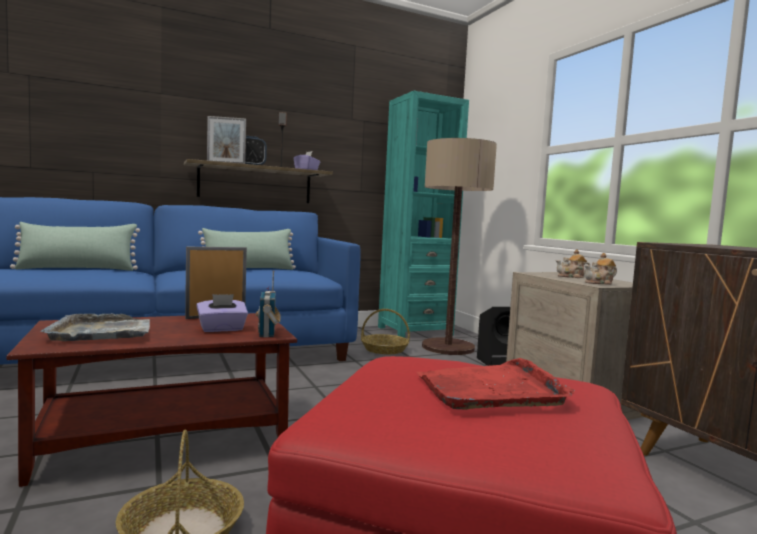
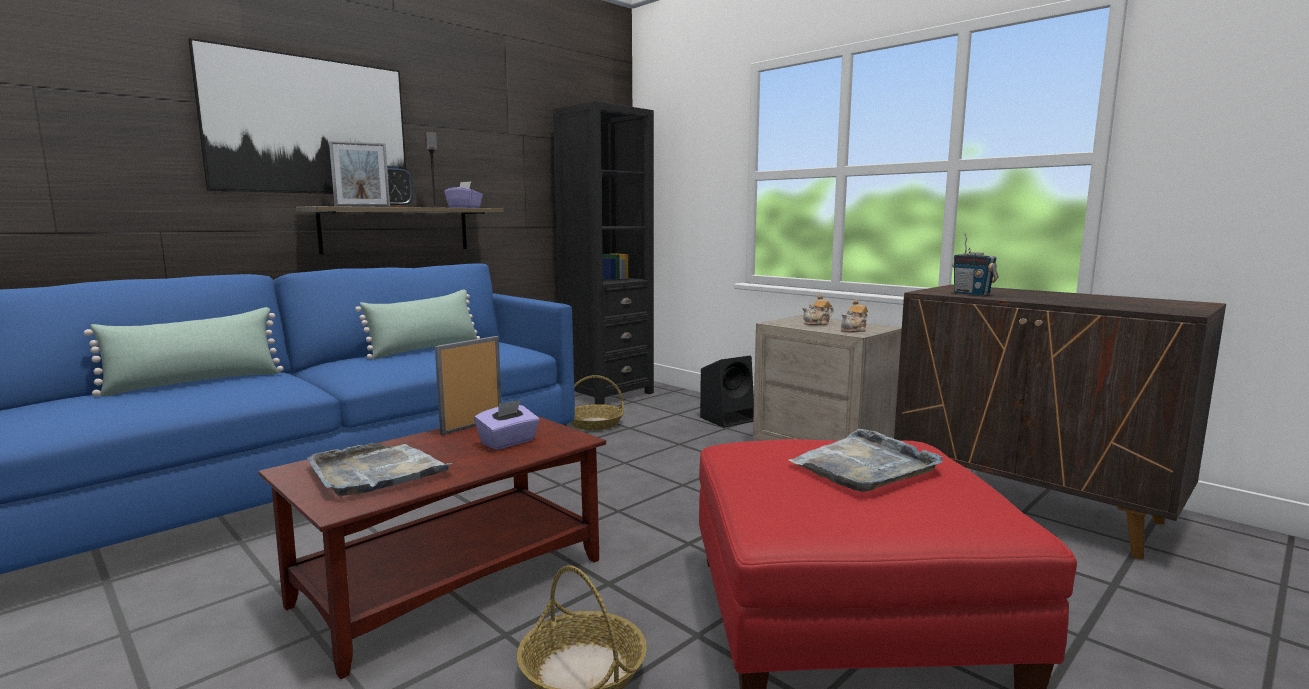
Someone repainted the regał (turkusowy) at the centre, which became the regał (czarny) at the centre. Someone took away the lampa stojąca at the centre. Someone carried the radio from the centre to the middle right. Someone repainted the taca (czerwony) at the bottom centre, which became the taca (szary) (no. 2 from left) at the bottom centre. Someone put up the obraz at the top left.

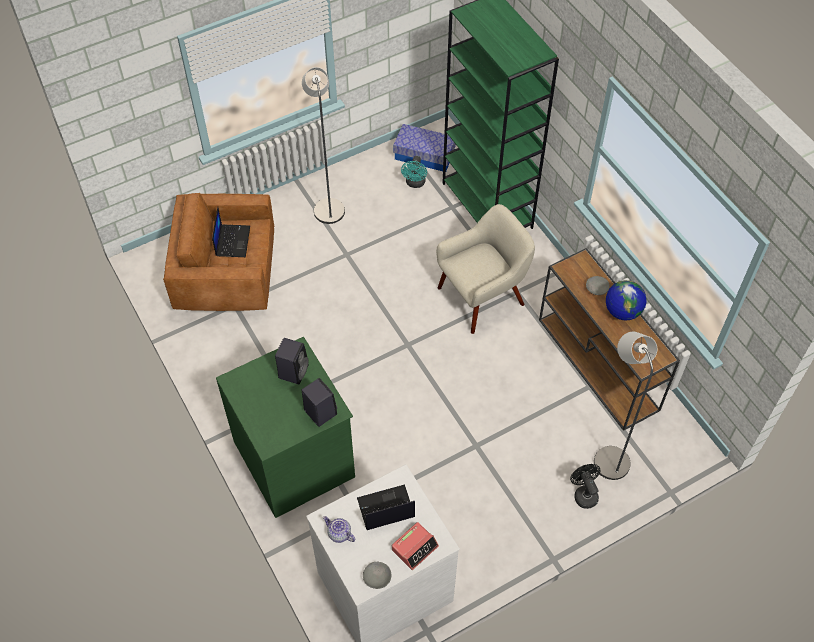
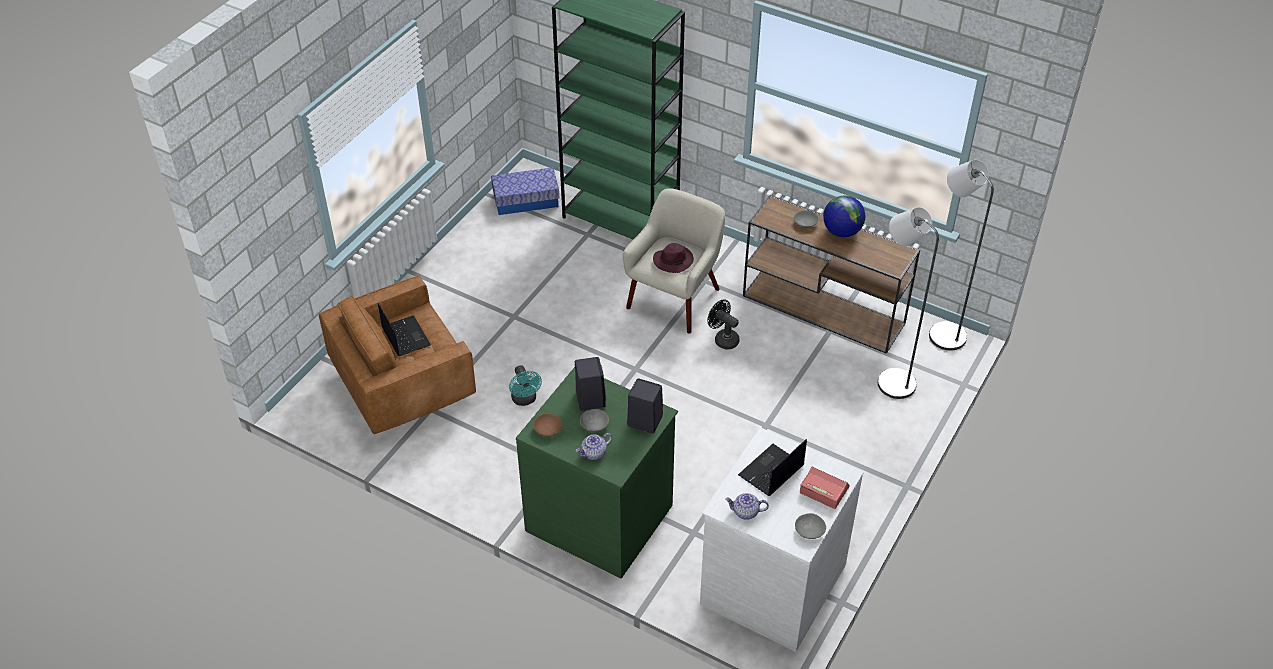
Someone carried the lampa stojąca (szary) (no. 1 from left in the first image) from the top centre to the middle right. Someone carried the wentylator (turkusowy) from the top centre to the centre. Someone carried the wentylator (czarny) from the bottom right to the centre. Someone rotated the budzik at the bottom centre by 75 degrees counterclockwise. Someone put down the kapelusz (fioletowy) at the centre. Someone put down the miska (szary) (no. 1 from left) at the centre. Someone put down the miska (brązowy) at the centre. Someone put down the imbryk (no. 1 from left) at the bottom centre.

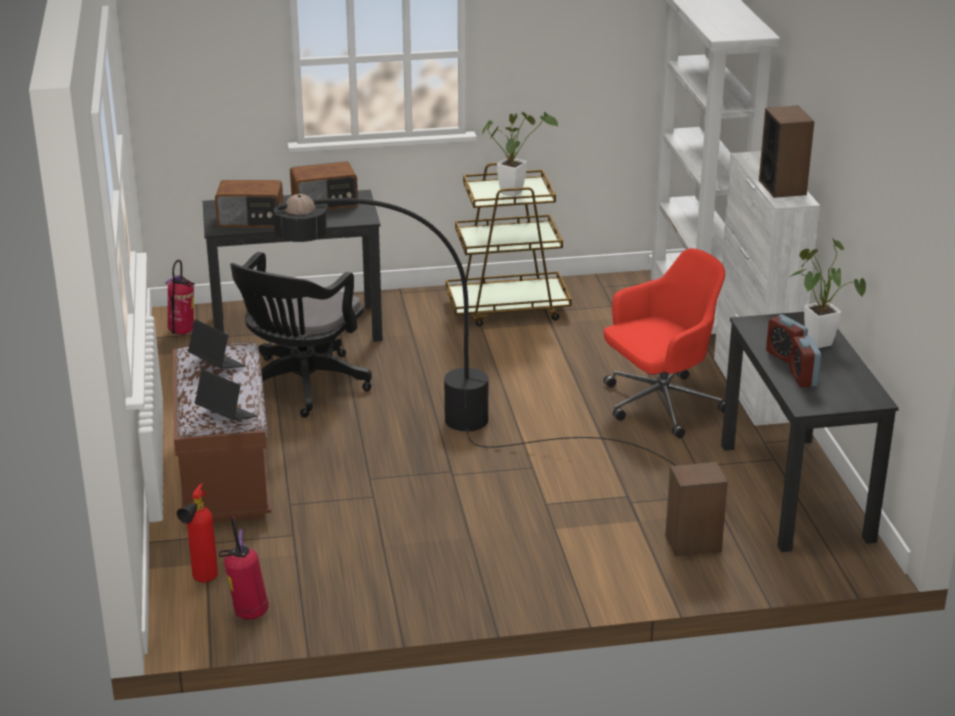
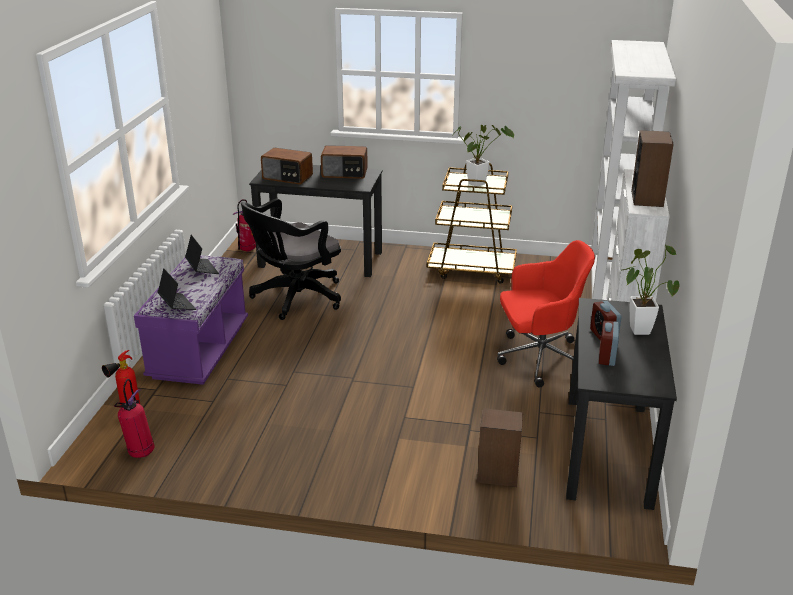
Someone took away the lampa stojąca (czarny) at the centre. Someone repainted the ławka (brązowy) at the middle left, which became the ławka (fioletowy) at the middle left.

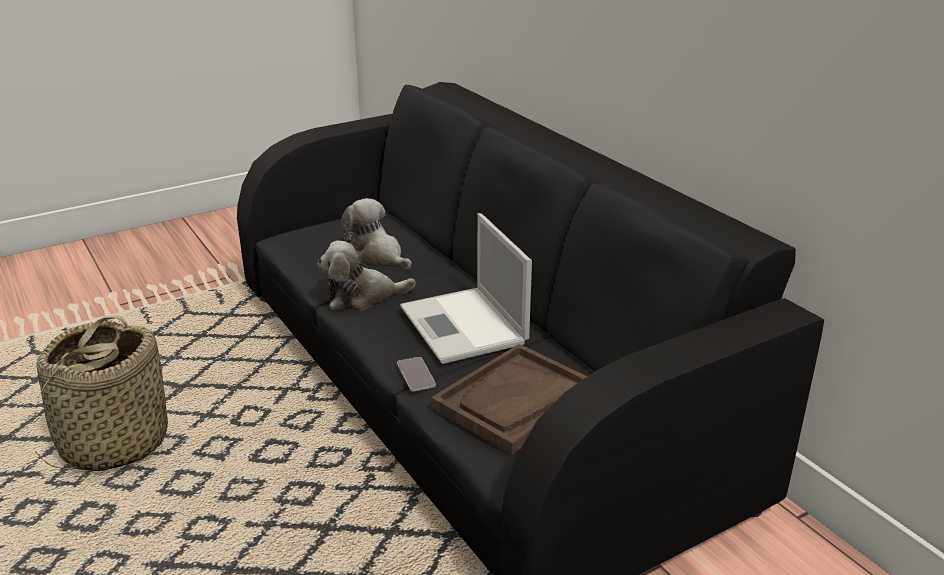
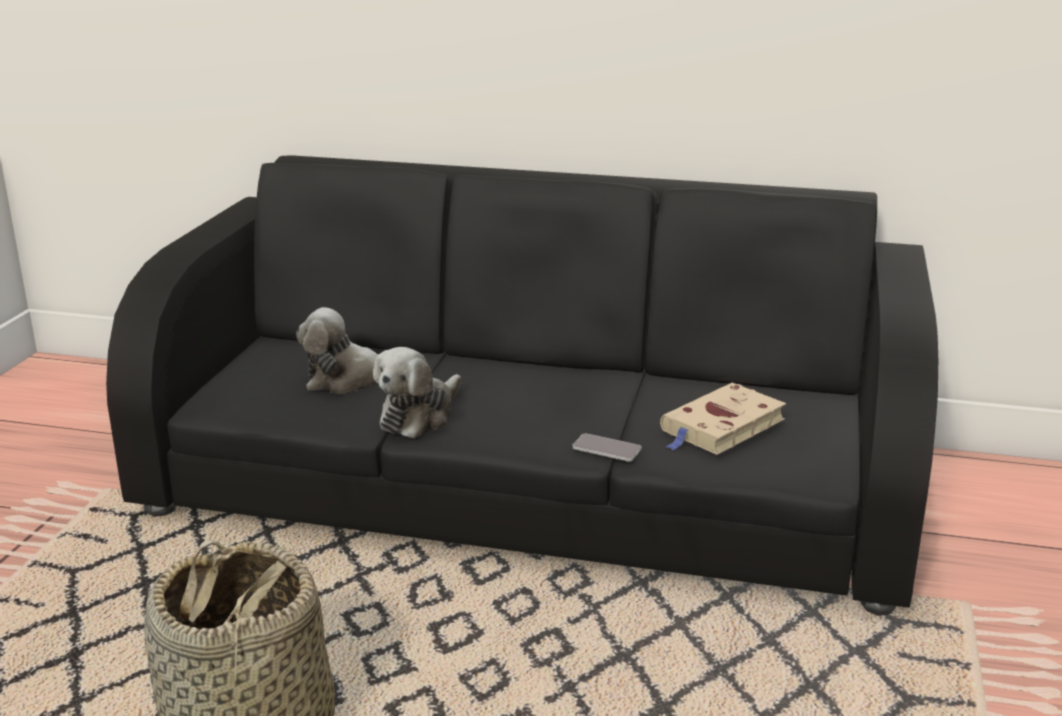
Someone took away the laptop at the centre. Someone swapped the taca (brązowy) at the bottom centre for the książka (beżowy) at the middle right.

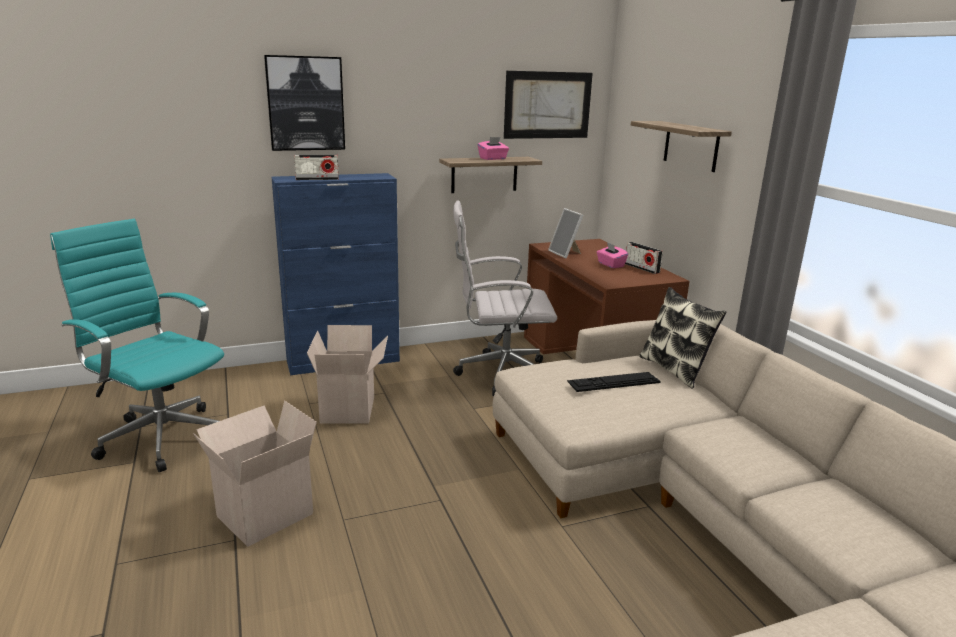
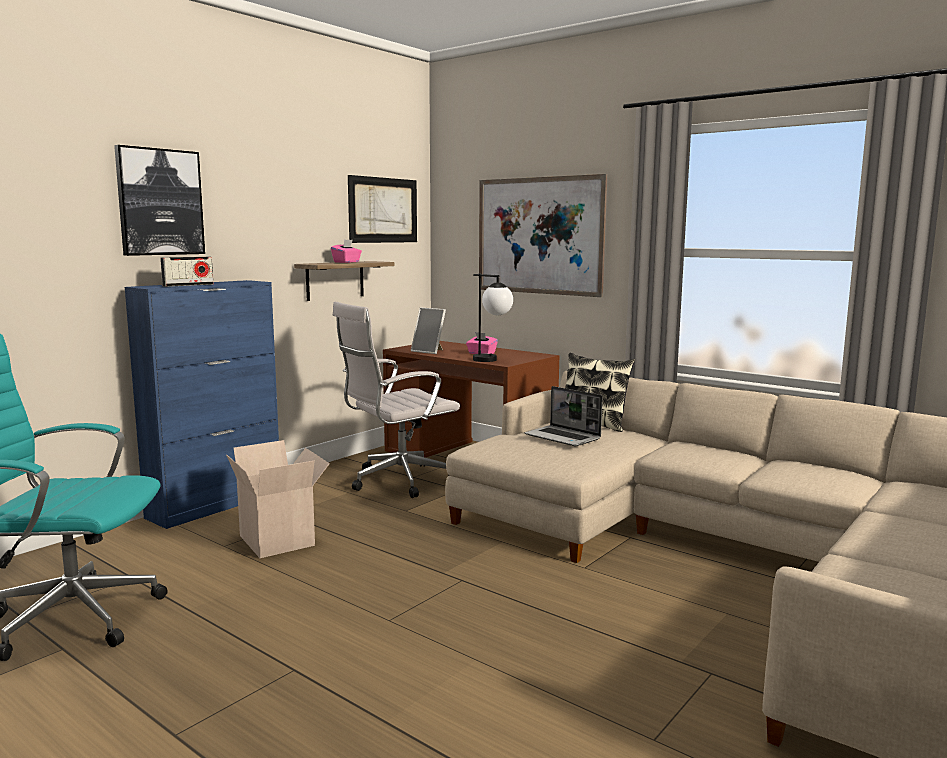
Someone swapped the półka (no. 2 from left) at the top right for the obraz (no. 3 from left) at the top centre. Someone took away the radio (no. 2 from left) at the middle right. Someone swapped the klawiatura at the centre for the laptop at the centre. Someone took away the karton (no. 1 from left) at the bottom left. Someone put down the lampa stołowa at the centre.

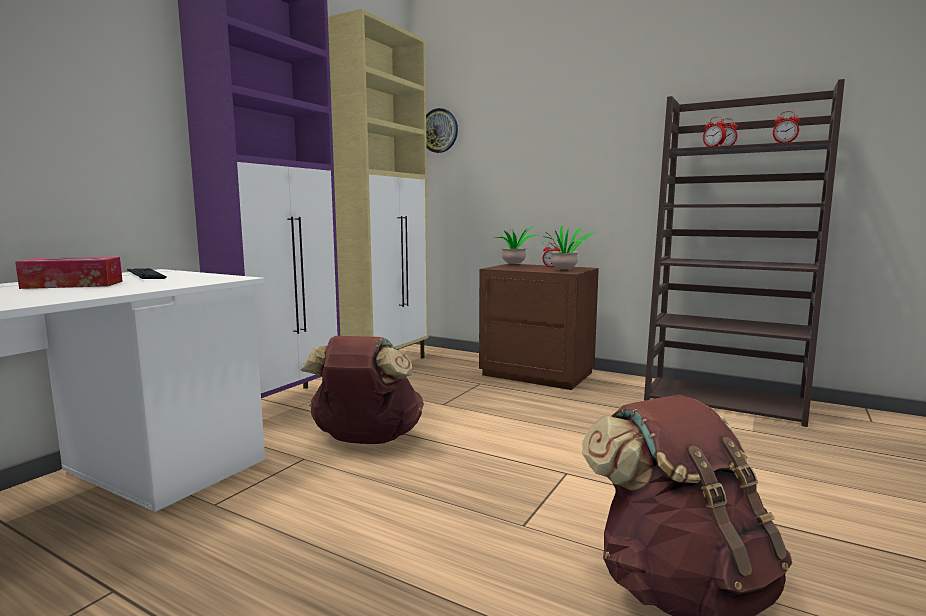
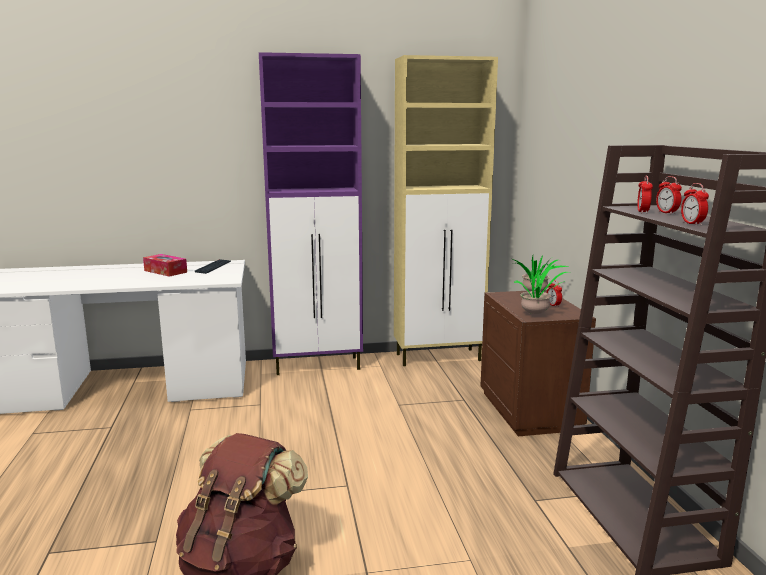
Someone took away the zegar ścienny at the top centre. Someone took away the plecak (brązowy) (no. 1 from left) at the centre.

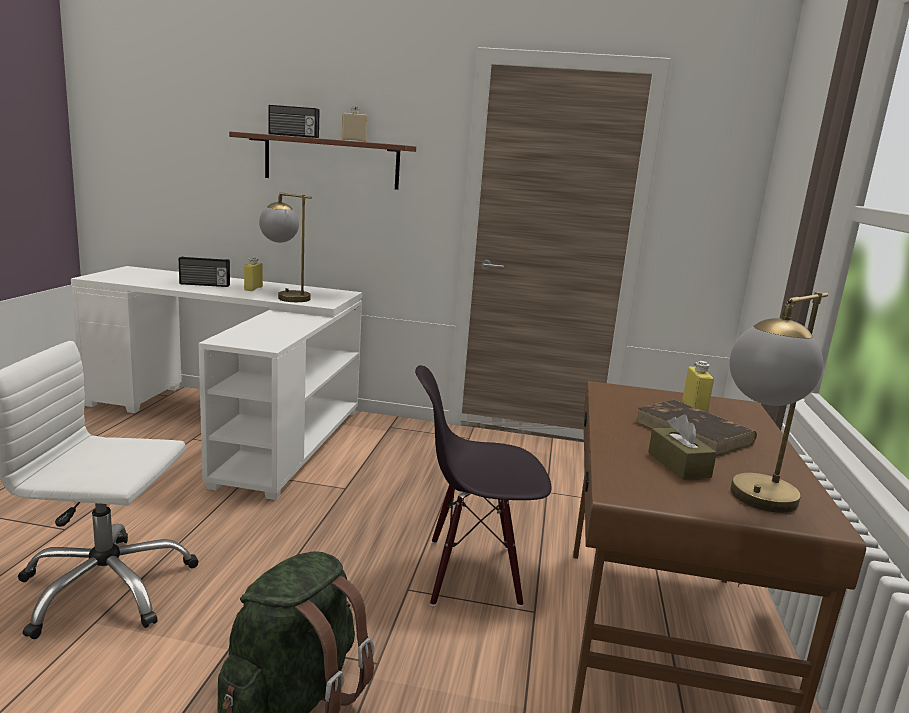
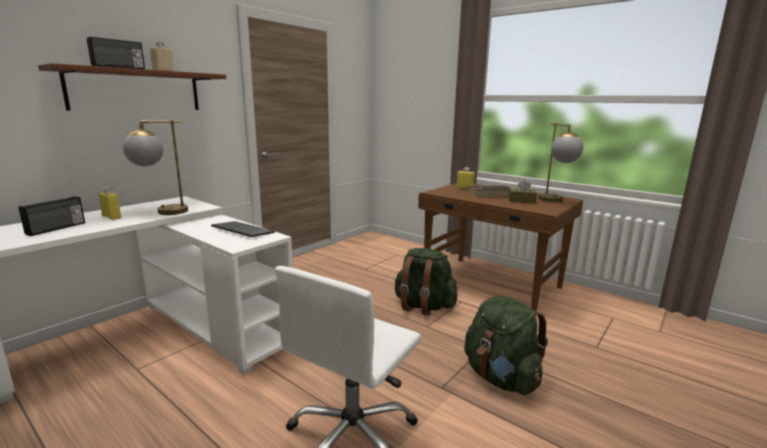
Someone swapped the krzesło (czarny) at the bottom centre for the plecak (zielony) (no. 1 from left) at the centre. Someone put down the klawiatura at the middle left.

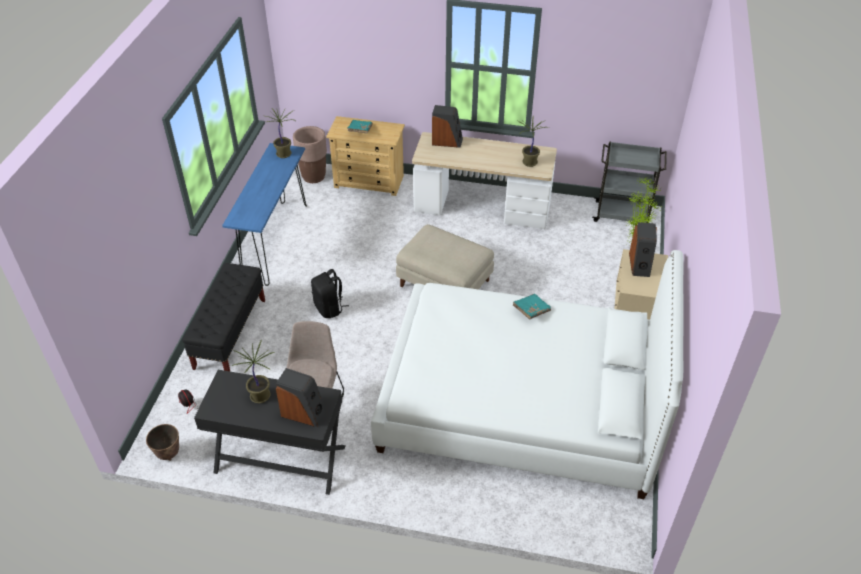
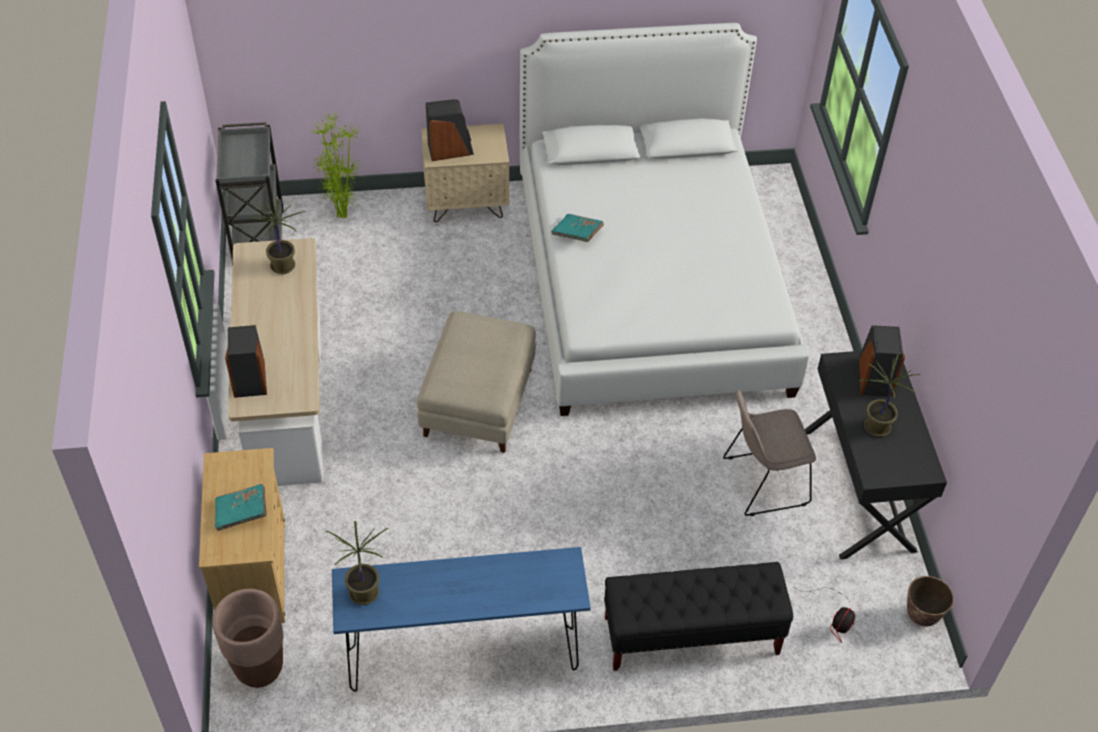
Someone took away the plecak (czarny) at the centre.

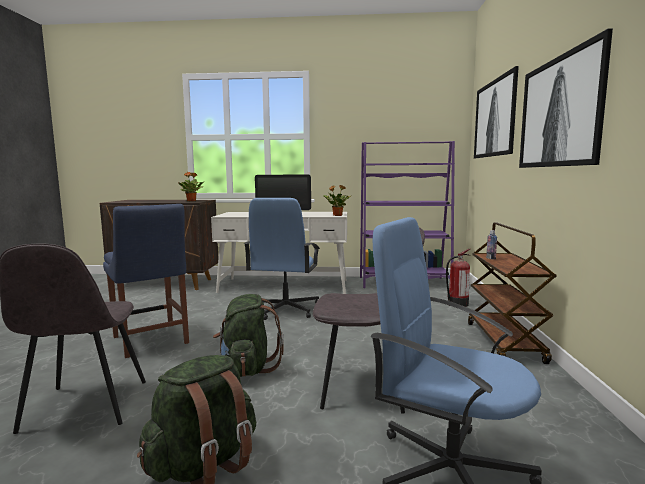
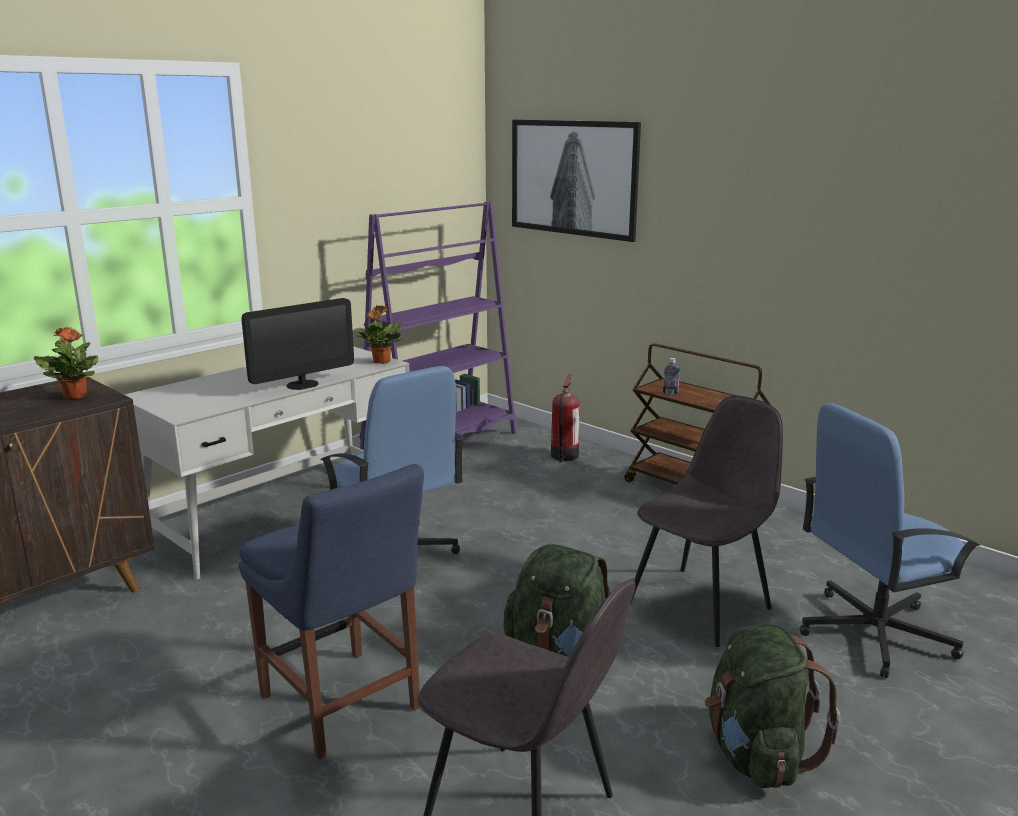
Someone took away the obraz (no. 2 from left) at the top right. Someone rotated the krzesło (niebieski) at the middle left by 45 degrees clockwise.

